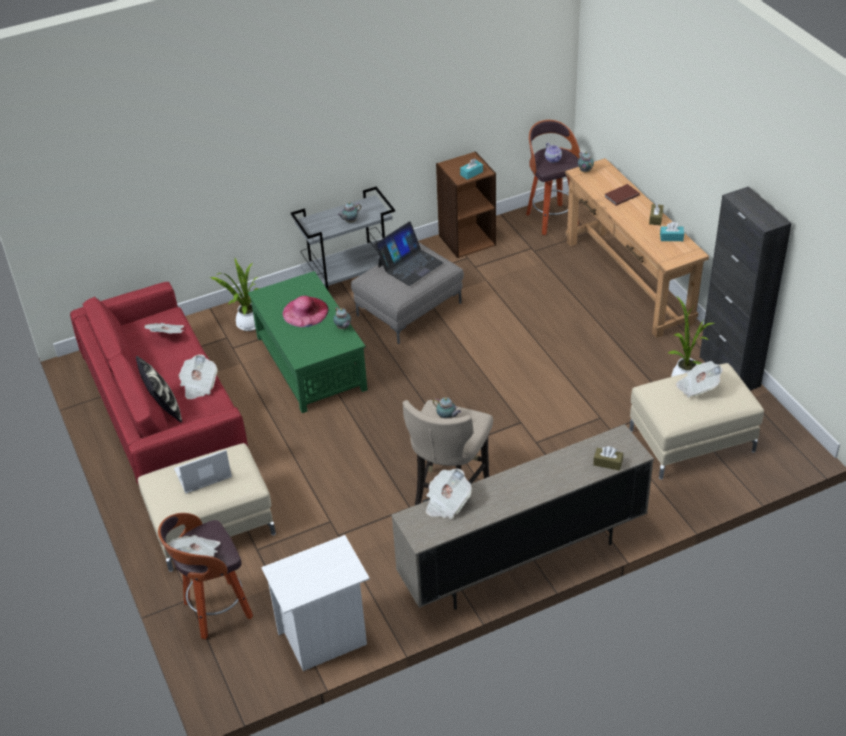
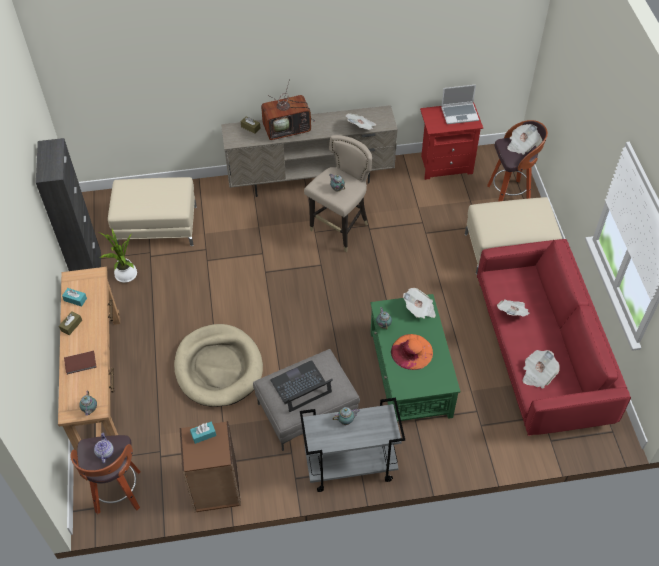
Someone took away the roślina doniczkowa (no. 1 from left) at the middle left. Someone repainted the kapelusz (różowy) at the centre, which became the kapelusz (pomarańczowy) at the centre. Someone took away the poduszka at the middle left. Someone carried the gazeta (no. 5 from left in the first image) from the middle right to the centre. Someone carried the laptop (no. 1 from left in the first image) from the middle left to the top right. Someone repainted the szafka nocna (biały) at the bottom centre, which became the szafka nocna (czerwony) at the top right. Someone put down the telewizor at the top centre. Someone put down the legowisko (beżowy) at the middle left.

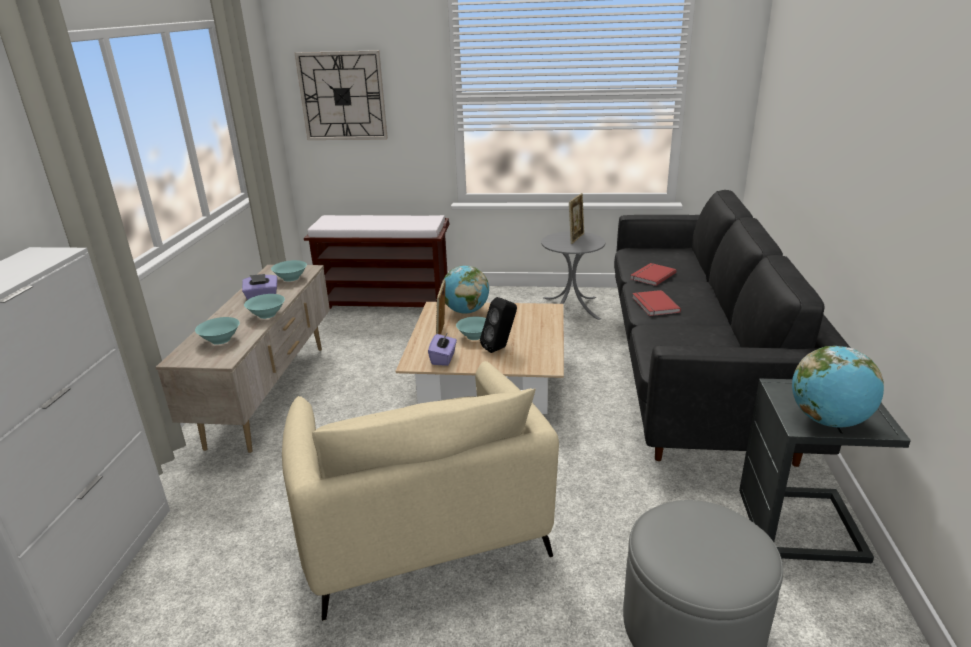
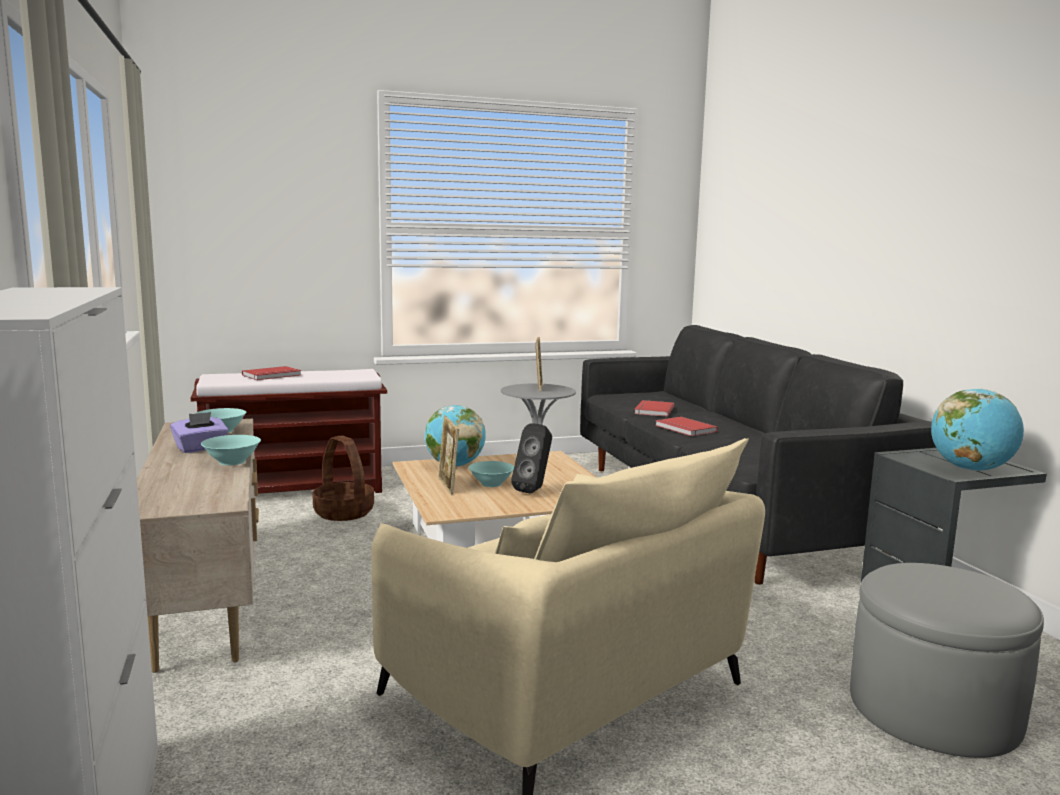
Someone took away the zegar ścienny at the top centre. Someone took away the miska (turkusowy) (no. 1 from left) at the middle left. Someone took away the pudełko chusteczek (fioletowy) (no. 2 from left) at the centre. Someone put down the książka (czerwony) (no. 1 from left) at the middle left. Someone put down the koszyk at the middle left.

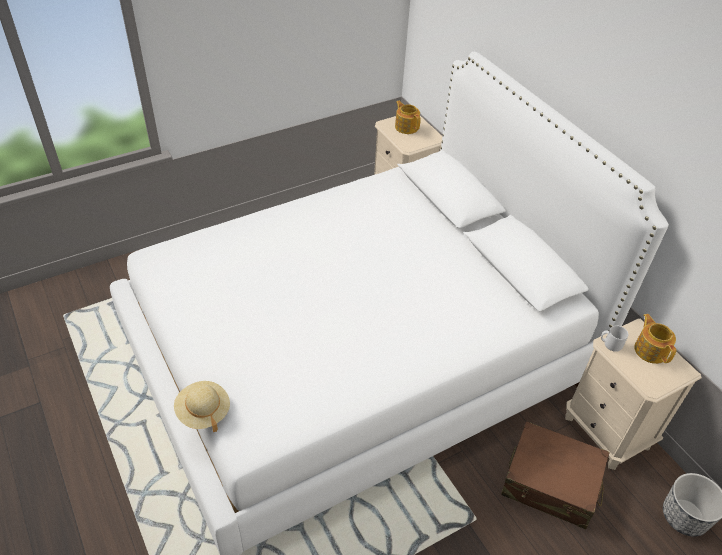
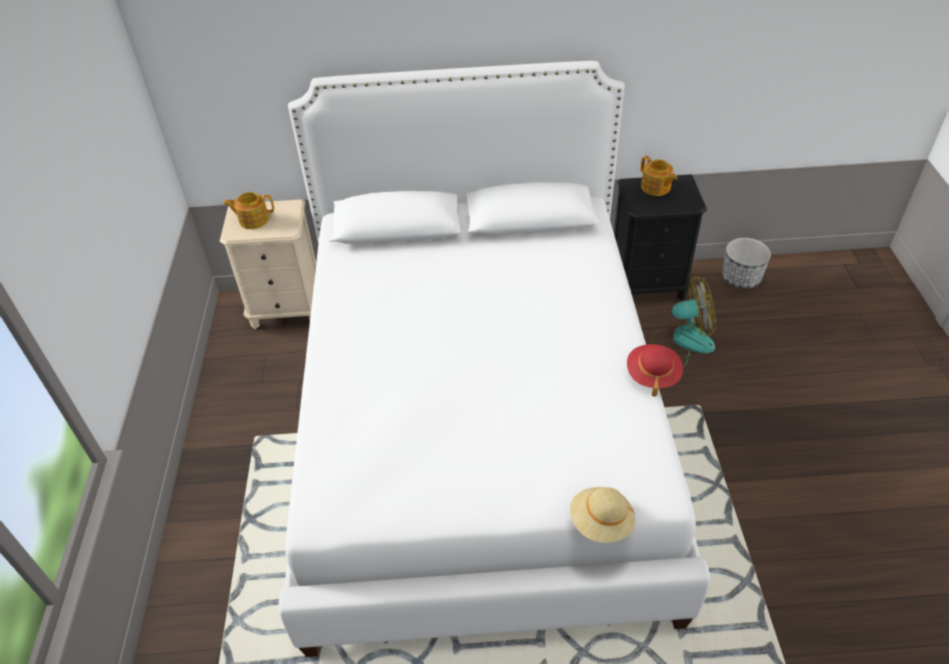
Someone rotated the imbryk (no. 2 from left) at the middle right by 135 degrees counterclockwise. Someone repainted the szafka nocna (beżowy) (no. 2 from left) at the bottom right, which became the szafka nocna (czarny) at the middle right. Someone took away the kubek (szary) at the middle right. Someone swapped the walizka (brązowy) at the bottom right for the wentylator at the middle right. Someone put down the kapelusz (czerwony) at the middle right.

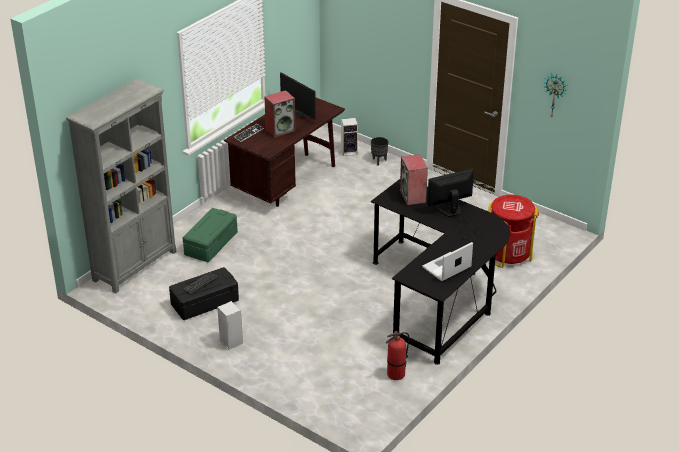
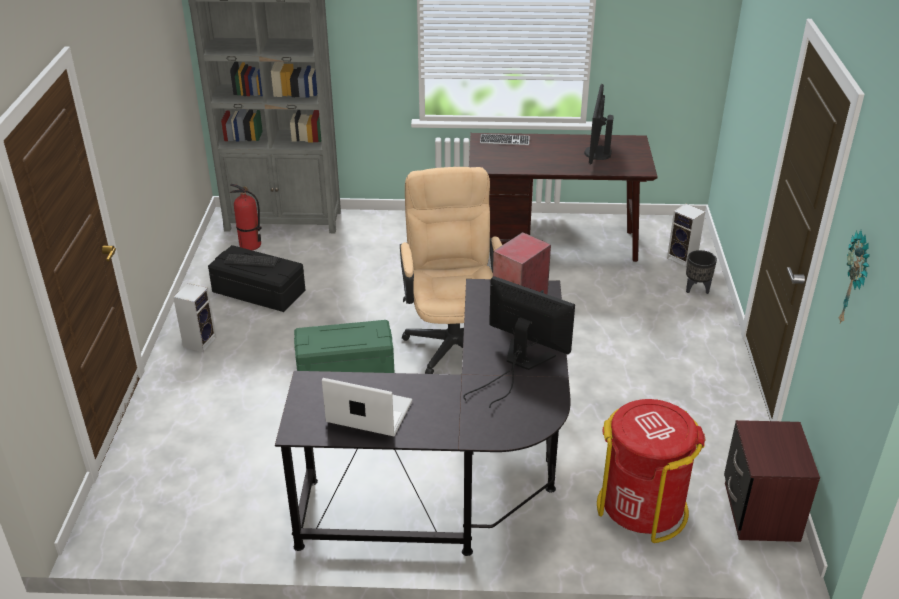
Someone took away the głośnik (no. 2 from left) at the top centre. Someone carried the pojemnik do przechowywania (zielony) from the middle left to the centre. Someone carried the gaśnica from the bottom centre to the middle left. Someone put down the krzesło biurowe (beżowy) at the centre. Someone put down the szafka nocna (brązowy) at the bottom right.

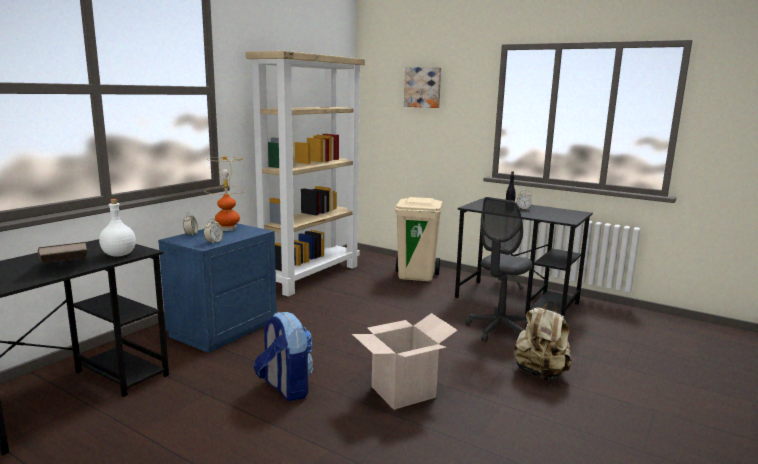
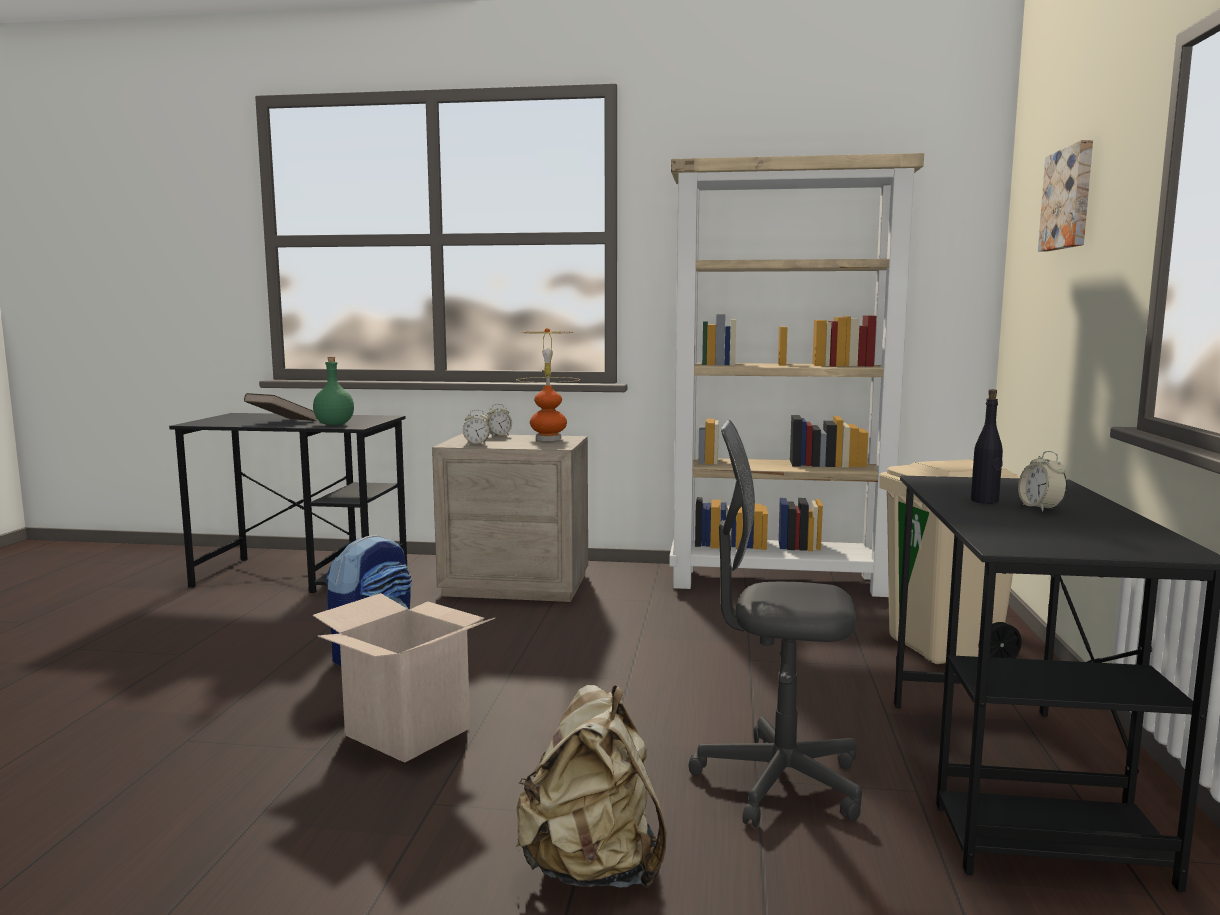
Someone repainted the butelka (biały) at the middle left, which became the butelka (zielony) at the middle left. Someone repainted the szafka nocna (niebieski) at the middle left, which became the szafka nocna (beżowy) at the centre.

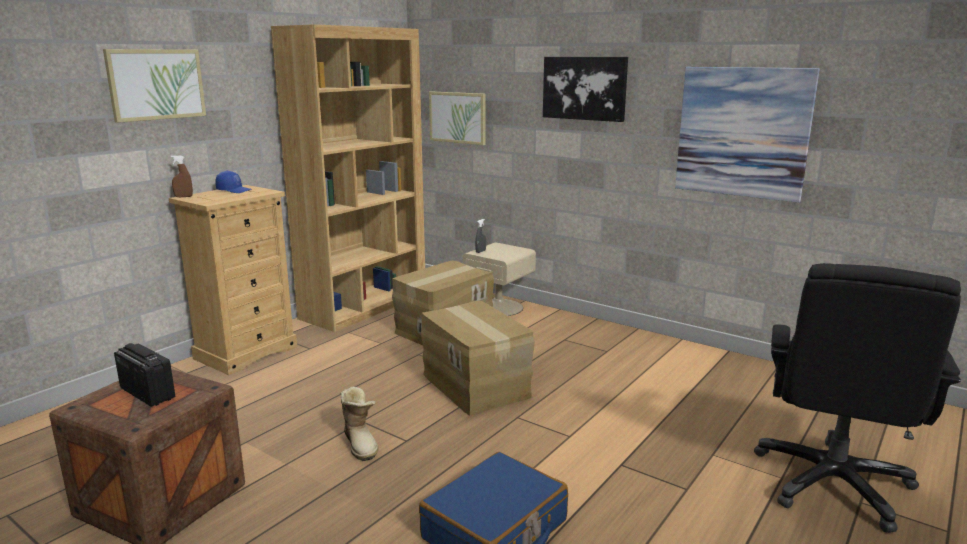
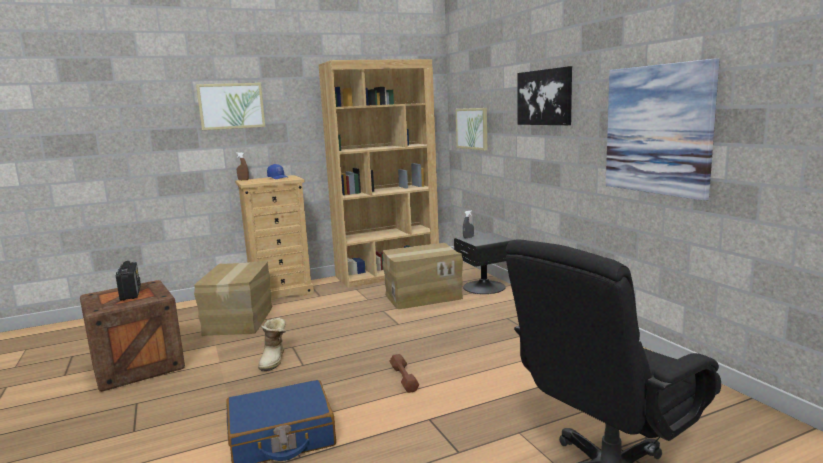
Someone repainted the szafka nocna (beżowy) at the centre, which became the szafka nocna (czarny) at the centre. Someone carried the karton (no. 2 from left in the first image) from the centre to the middle left. Someone put down the hantel (brązowy) at the bottom centre.

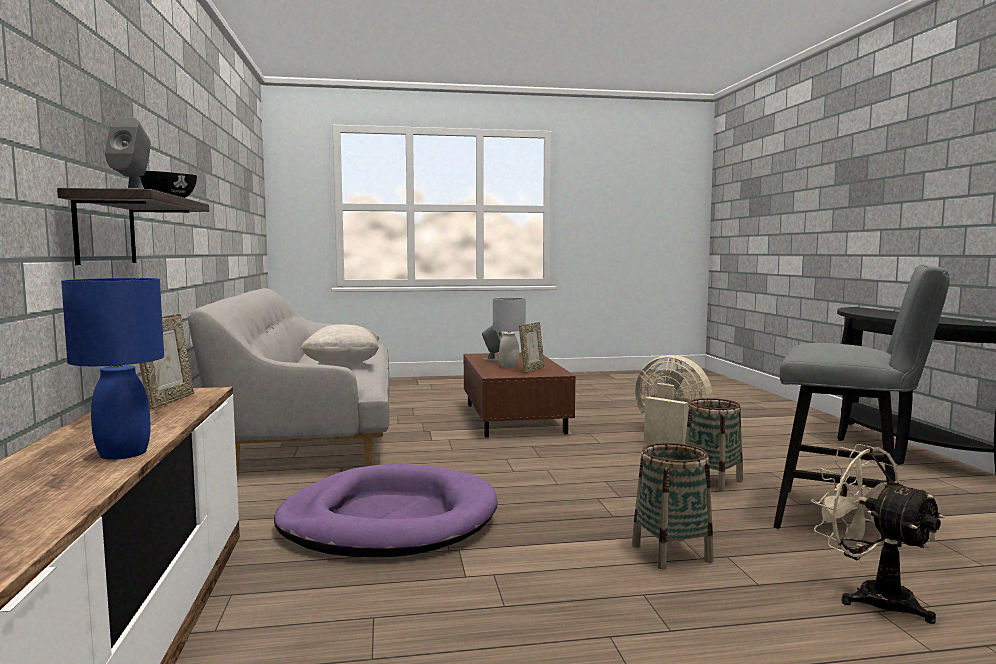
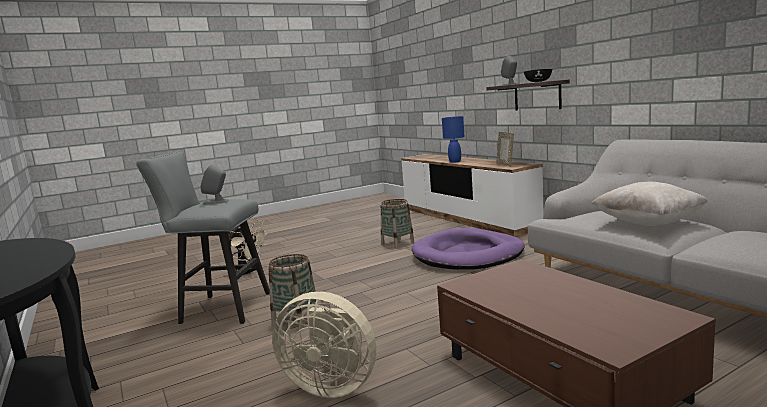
Someone took away the lampa stołowa (szary) at the centre. Someone took away the ramka na zdjęcie (no. 2 from left) at the centre. Someone carried the głośnik (szary) (no. 2 from left in the first image) from the centre to the middle left. Someone carried the koszyk (no. 1 from left in the first image) from the bottom right to the centre.

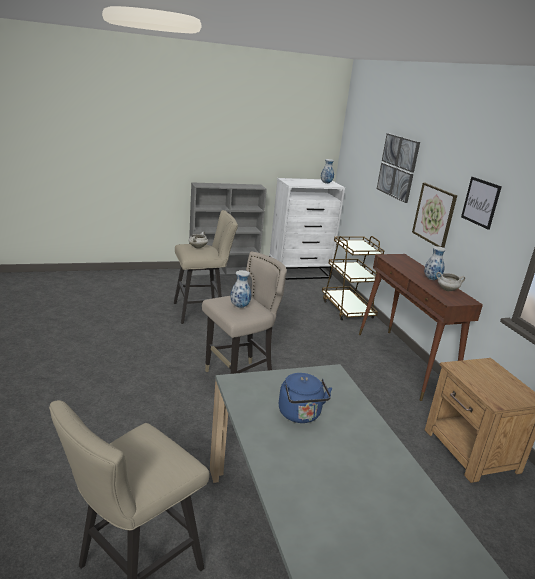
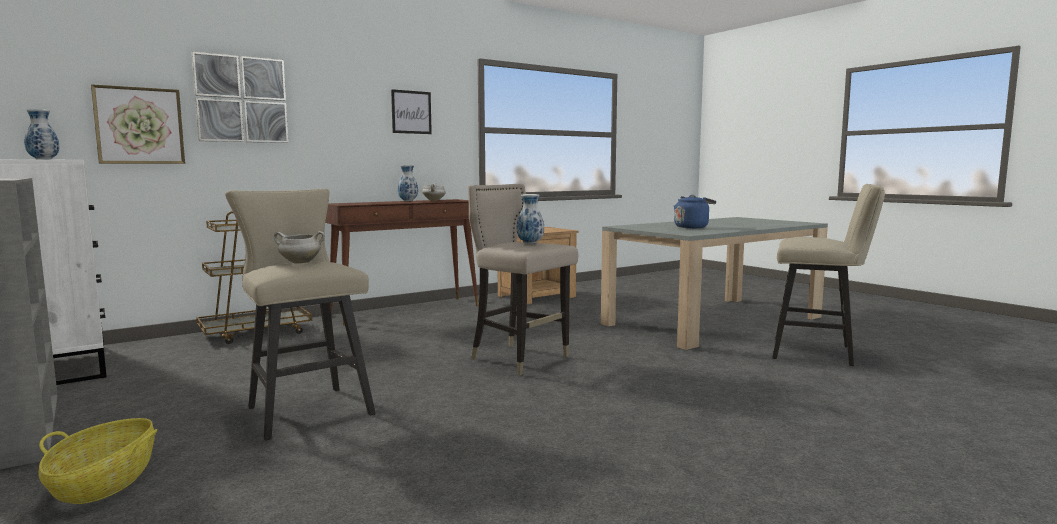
Someone carried the obraz (no. 2 from left in the first image) from the middle right to the top left. Someone put down the koszyk at the bottom left.

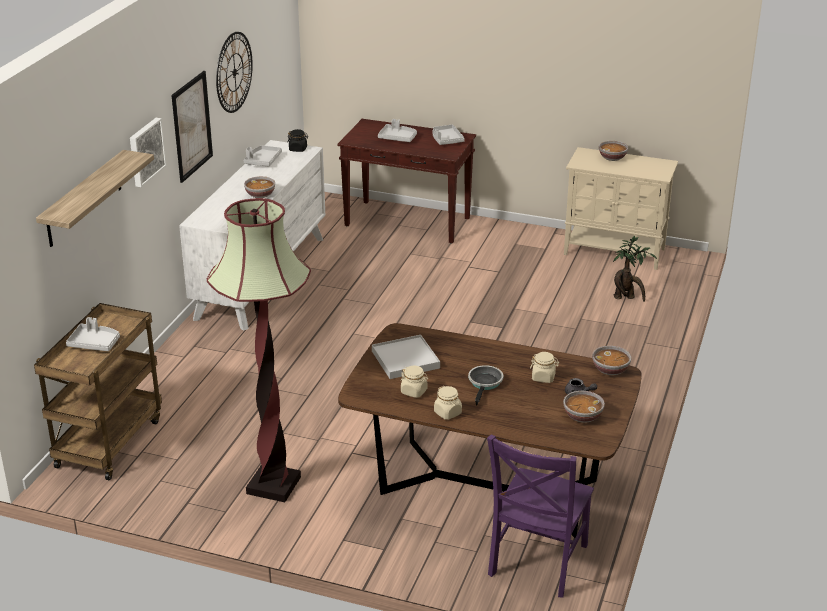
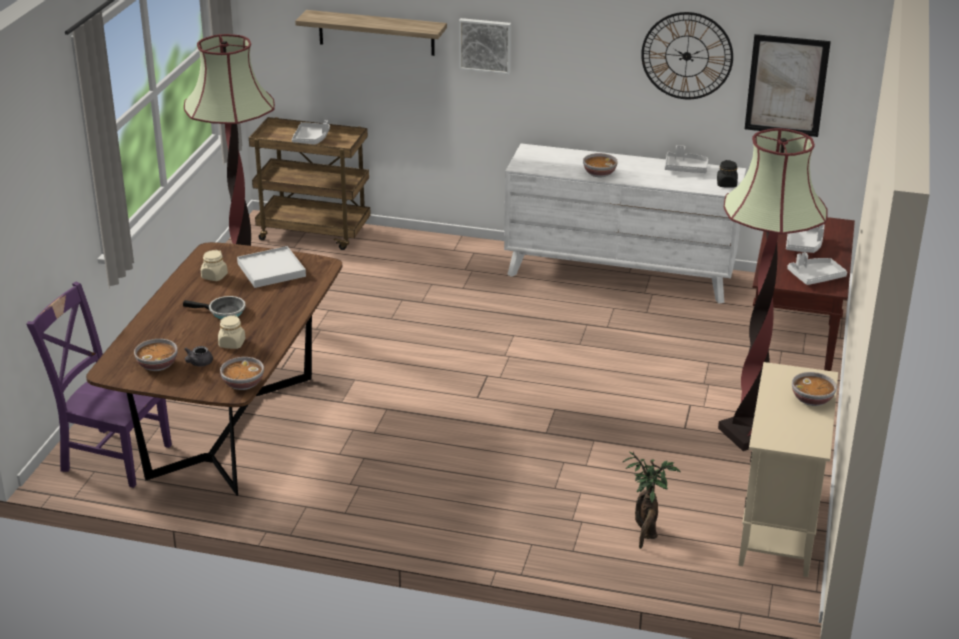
Someone carried the obraz (no. 2 from left) from the top left to the top right. Someone took away the słoik (beżowy) (no. 2 from left) at the centre. Someone put down the lampa stojąca (no. 2 from left) at the middle right.

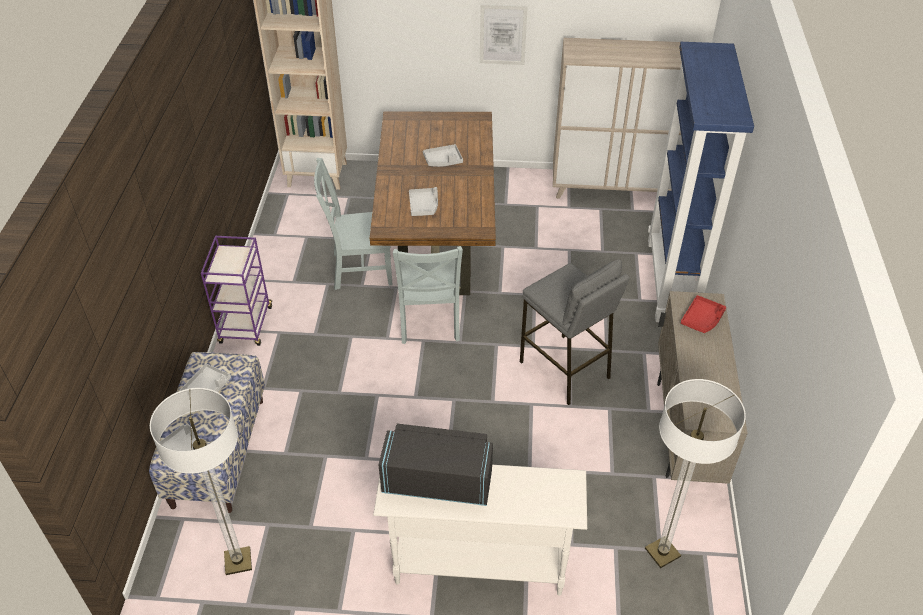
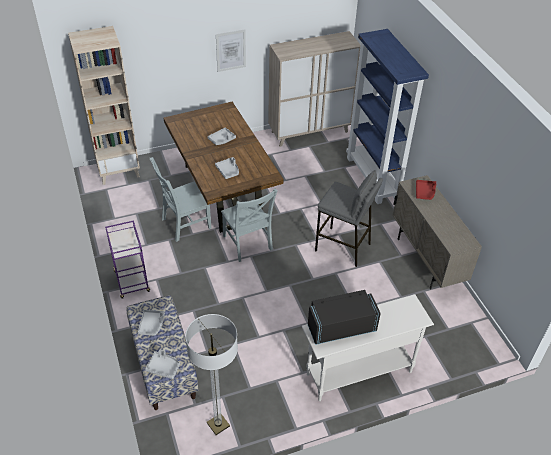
Someone took away the lampa stojąca (no. 2 from left) at the bottom right.

